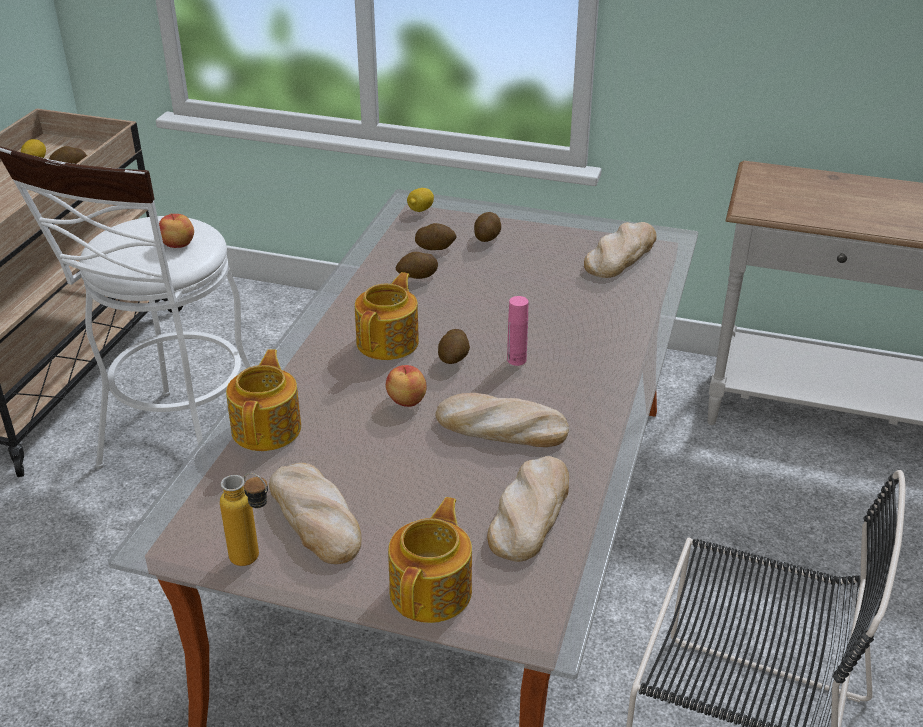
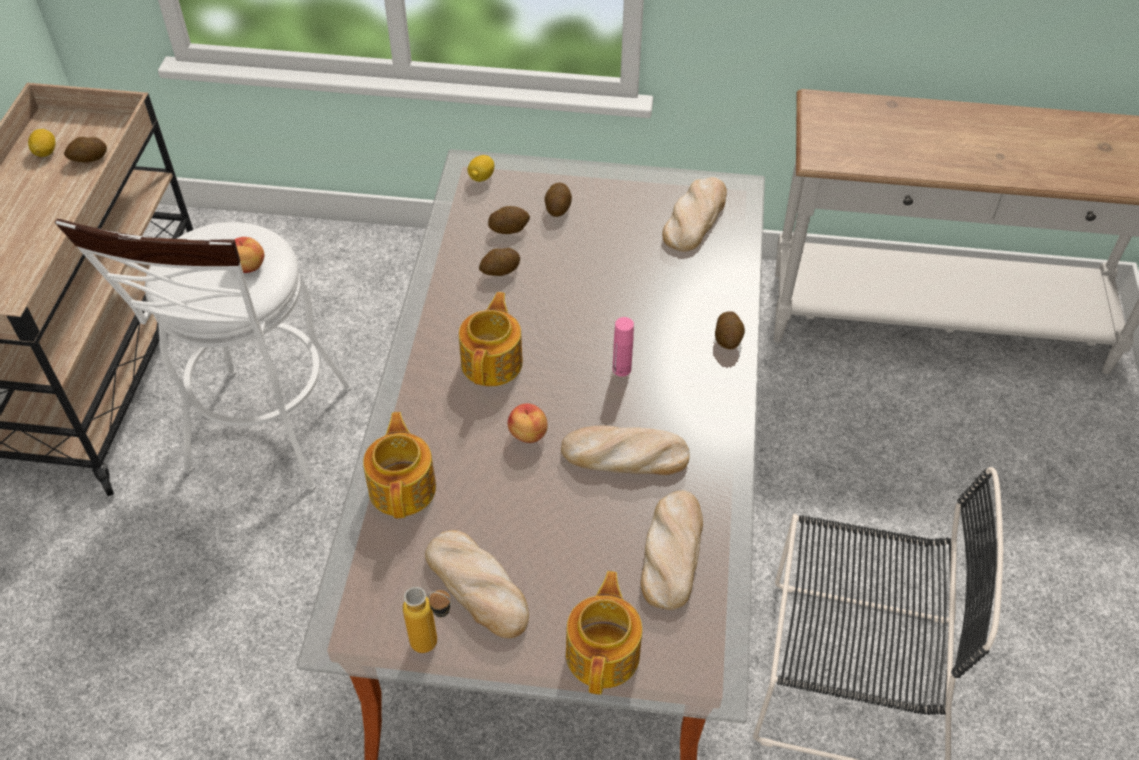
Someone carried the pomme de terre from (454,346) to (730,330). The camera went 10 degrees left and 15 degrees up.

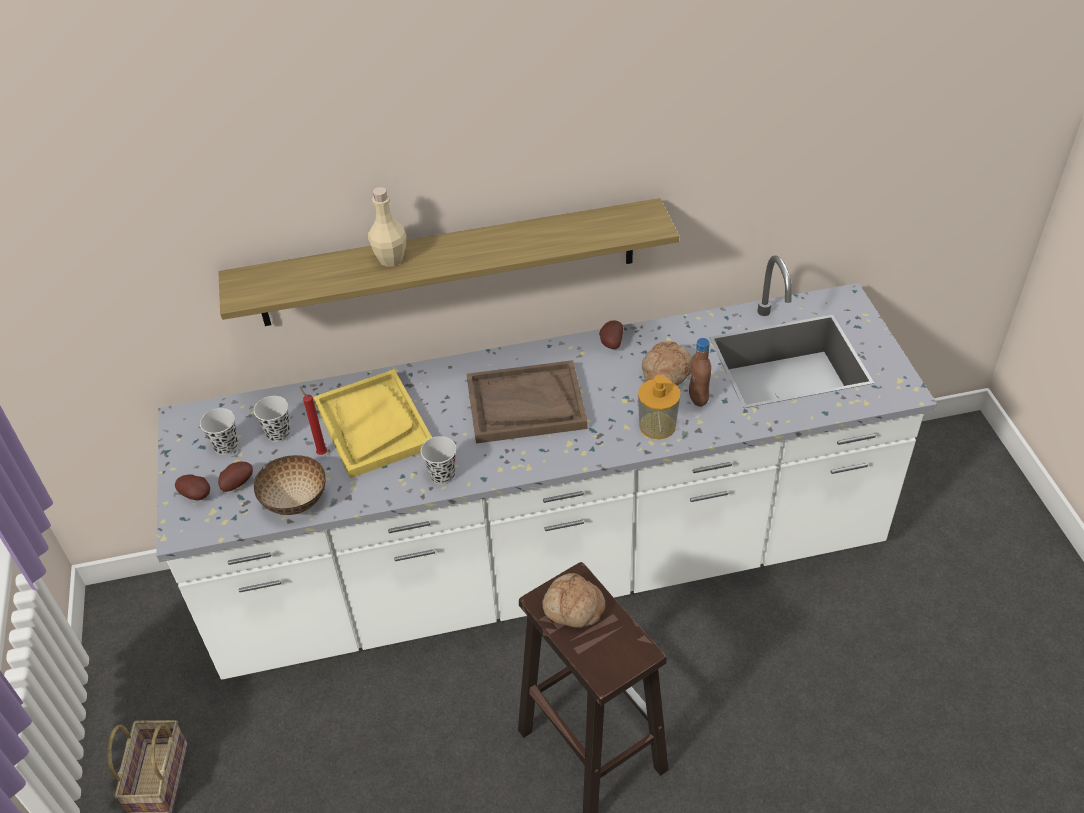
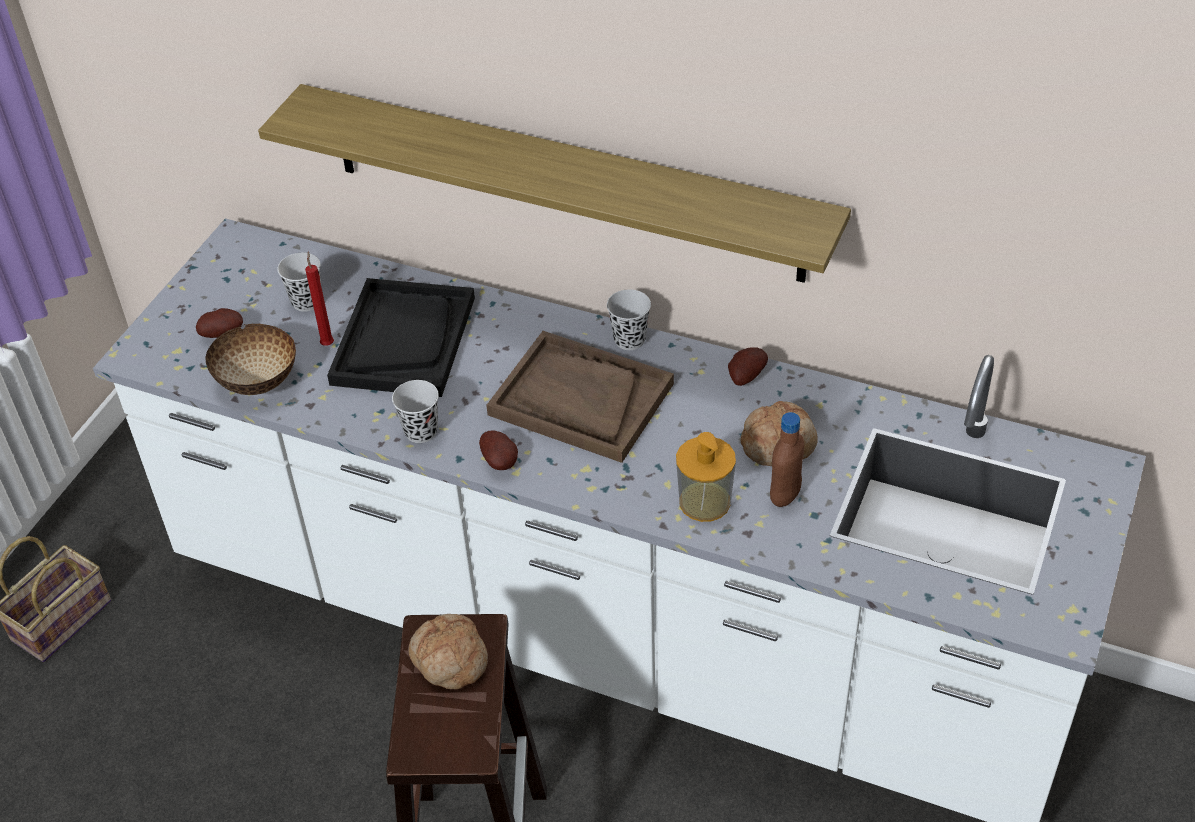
Someone repainted the plateau [jaune] at (372,423), which became the plateau [noir] at (401,337). Someone carried the pomme de terre from (192,487) to (498,450). Someone carried the tasse [noir] from (219,431) to (629,319). Someone took away the bouteille [beige] at (387,227). The camera went 35 degrees right and 0 degrees up.

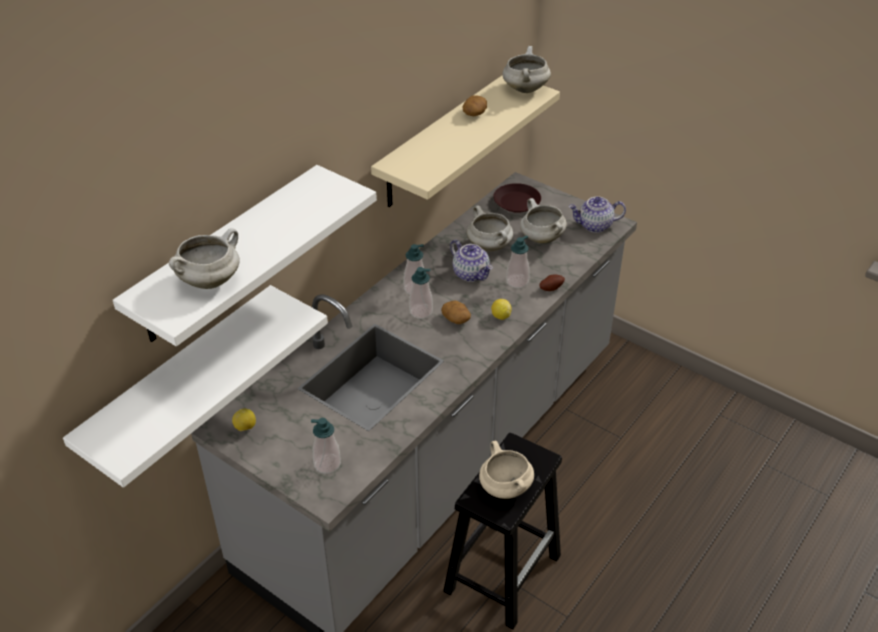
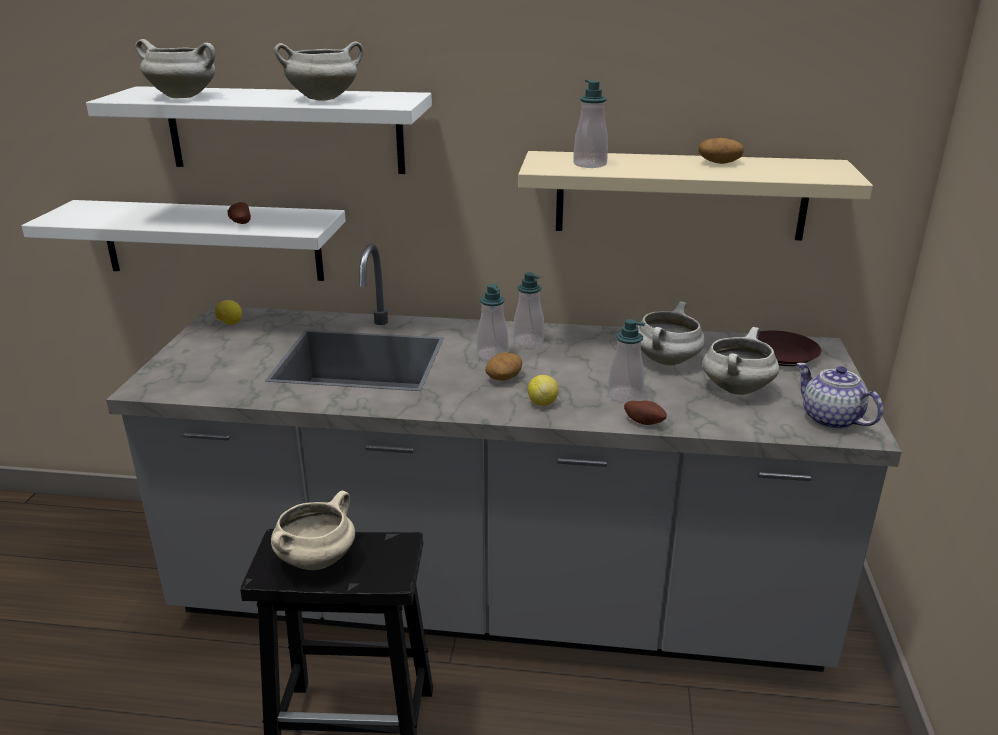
Someone put down the pomme de terre at (239,213). Someone carried the marmite [blanc] from (526,69) to (318,71). Someone carried the distributeur de savon from (326,446) to (590,124). Someone took away the théière at (471,261). The camera went 60 degrees right and 15 degrees down.

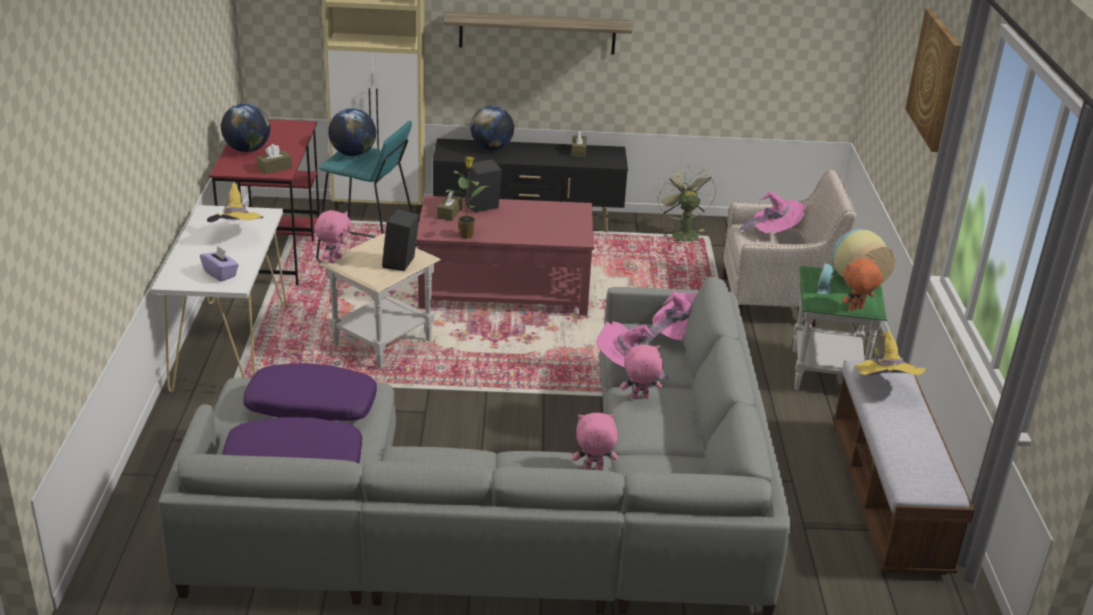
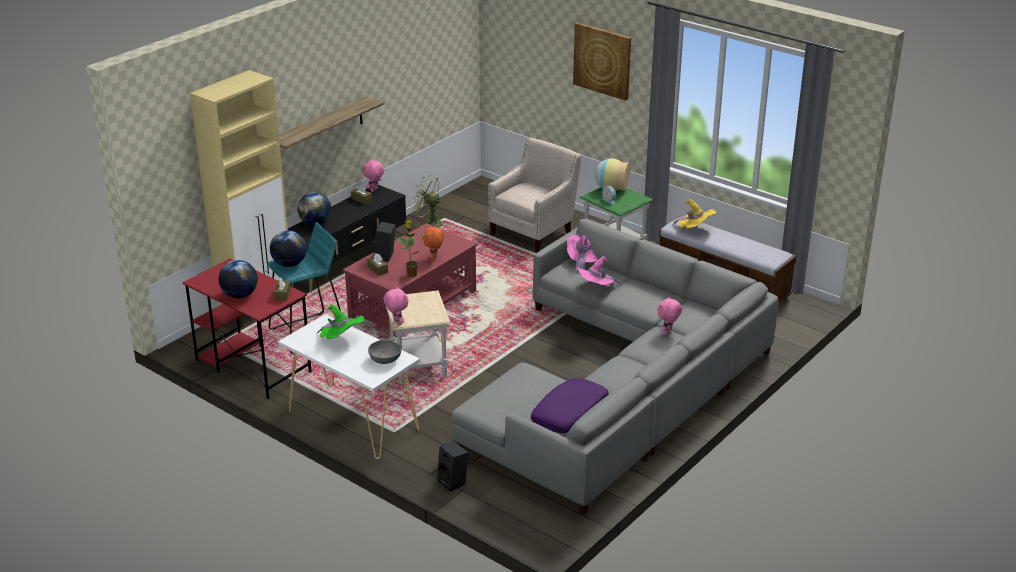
Someone repainted the chapeau [jaune] at (235,202), which became the chapeau [vert] at (340,321). Someone carried the peluche [rose] from (641,372) to (373,175). Someone swapped the boîte à mouchoirs [violet] at (219,264) for the bol [gris] at (384,352). Someone carried the peluche [orange] from (862,284) to (433,243). Someone carried the enceinte [noir] from (401,240) to (452,466). Someone took away the coussin [violet] at (310,392). Someone took away the chapeau [rose] at (773,213). The camera went 50 degrees left and 0 degrees up.

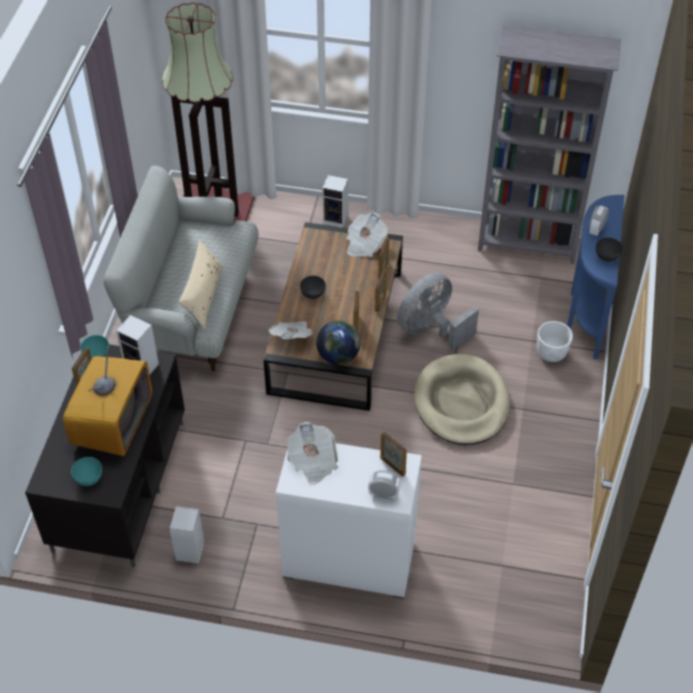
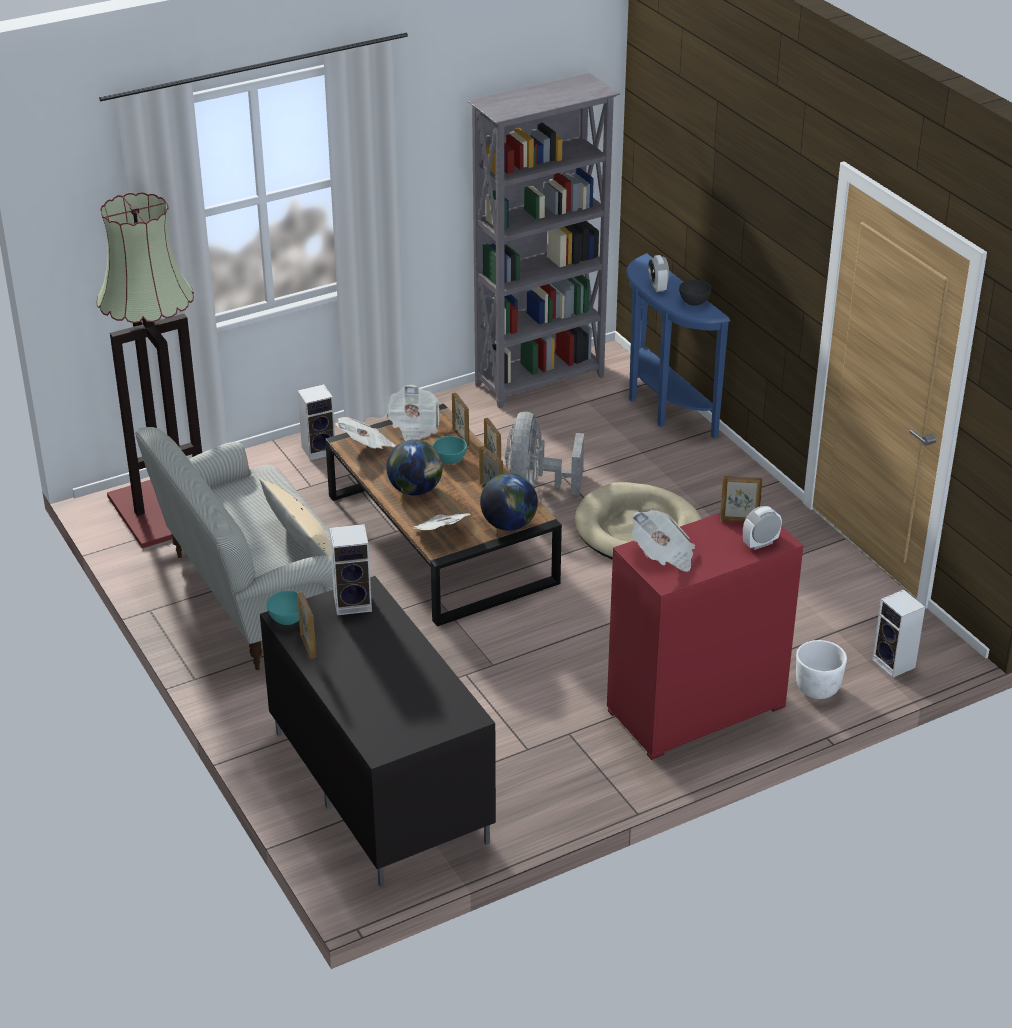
Someone put down the journal at (365,433). Someone swapped the bol [gris] at (313,287) for the globe at (414,467). Someone carried the bol [turquoise] from (86,471) to (450,450). Someone repainted the meuble de rangement [blanc] at (348,521), which became the meuble de rangement [rouge] at (705,636). Someone carried the cache-pot [blanc] from (555,341) to (821,669). Someone carried the enceinte from (186,535) to (898,634). Someone took away the téléviseur at (107,401). The camera went 40 degrees left and 15 degrees down.

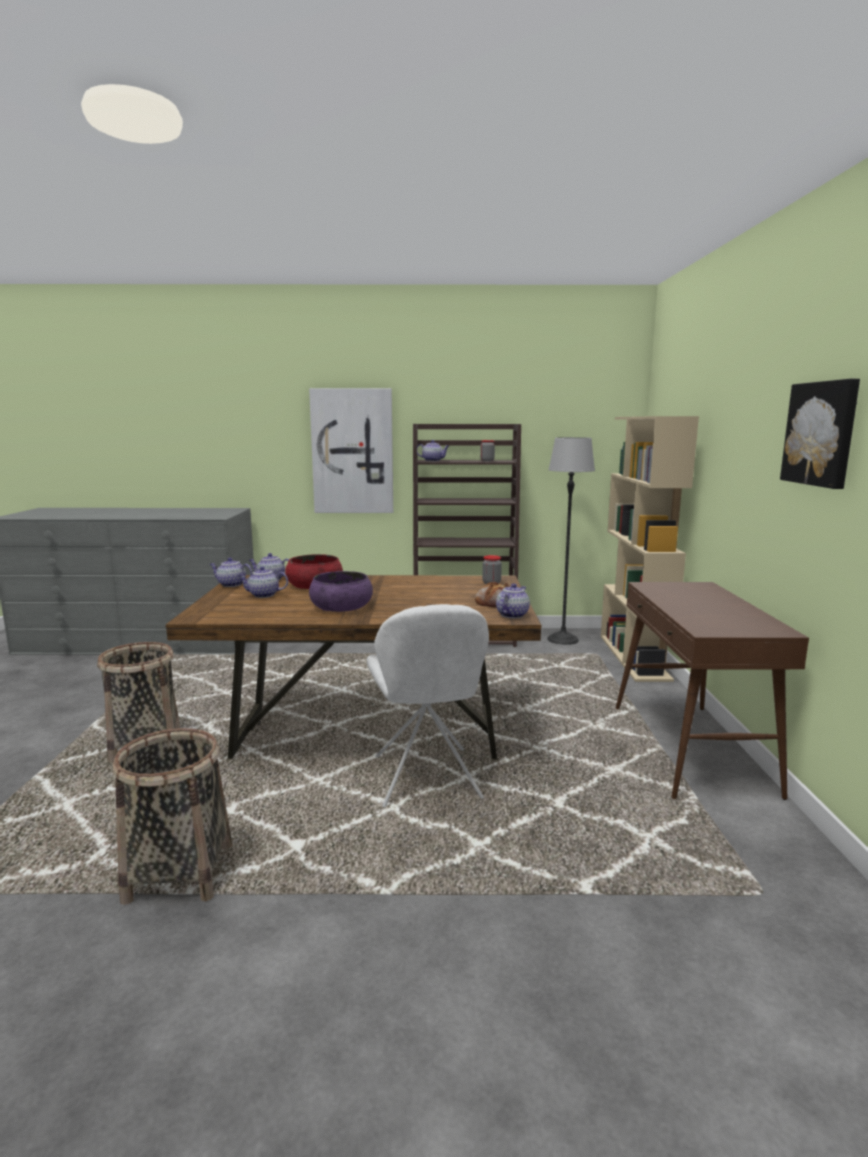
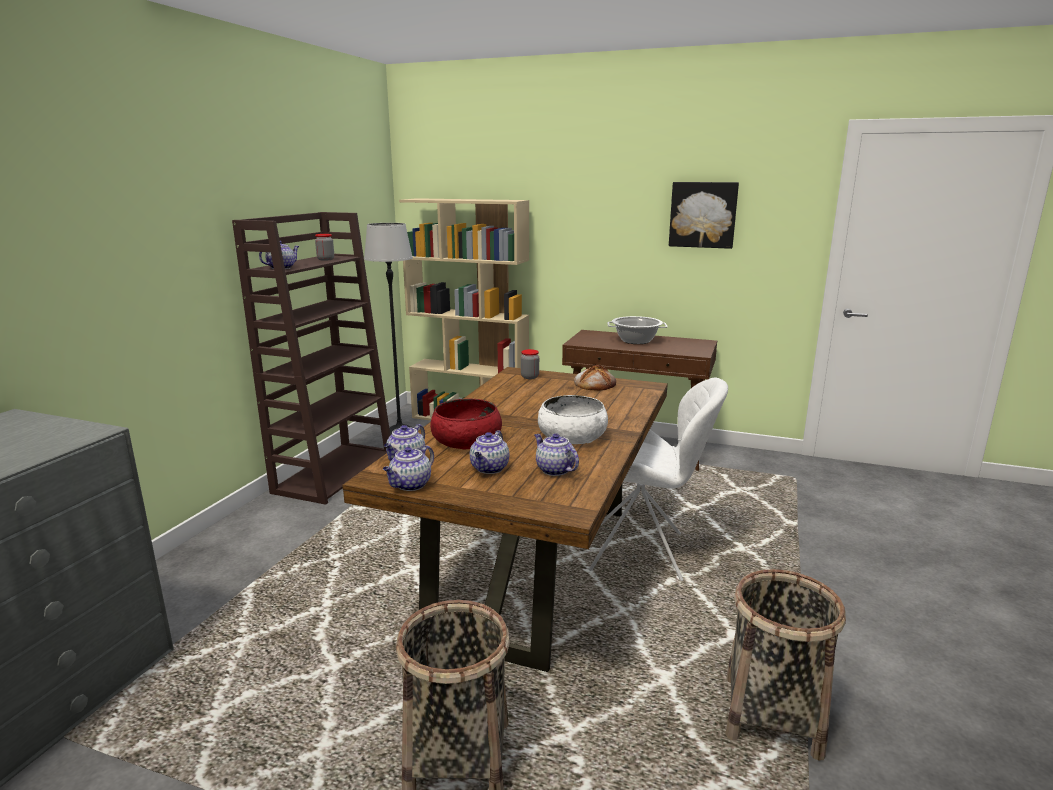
Someone carried the théière from (513,600) to (556,454). Someone repainted the bol [violet] at (341,591), which became the bol [blanc] at (573,419). Someone put down the marmite at (637,330). Someone took away the tableau at (351,450). The camera went 70 degrees left and 5 degrees up.

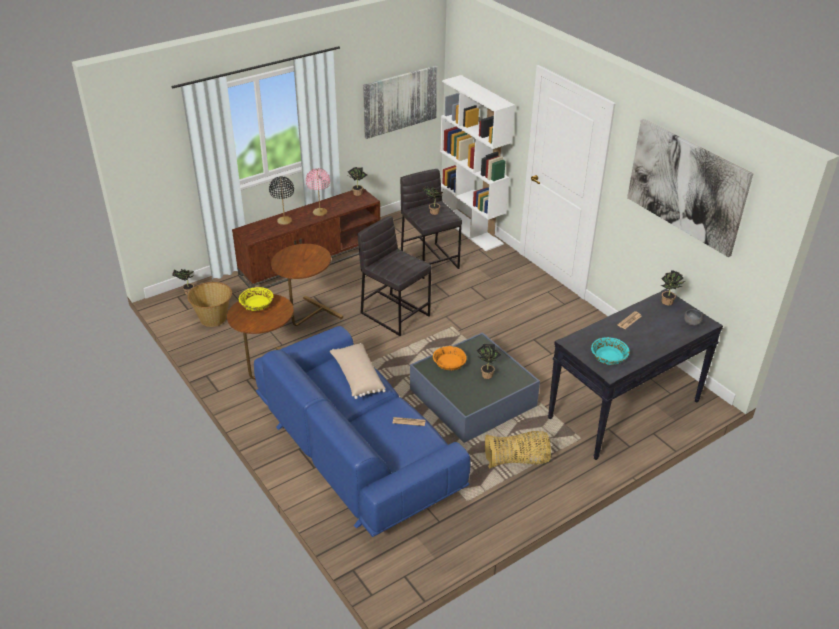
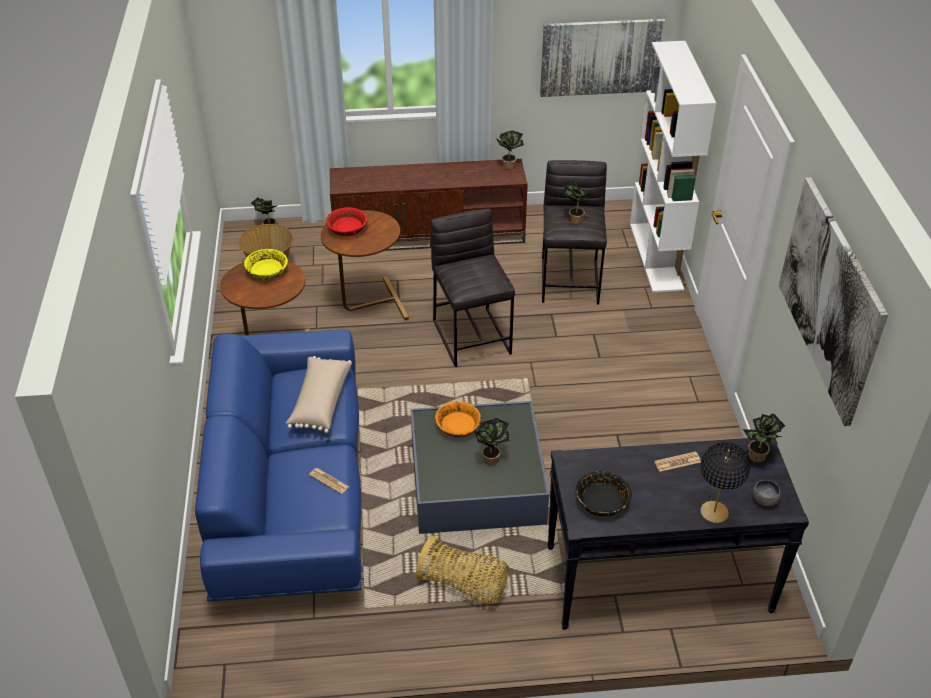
Someone put down the bol [rouge] at (346,221). Someone repainted the bol [turquoise] at (610,351), which became the bol [noir] at (603,493). Someone carried the lampe de table [noir] from (281,200) to (725,483). Someone took away the lampe de table [rose] at (318,192). The camera went 30 degrees right and 5 degrees up.

